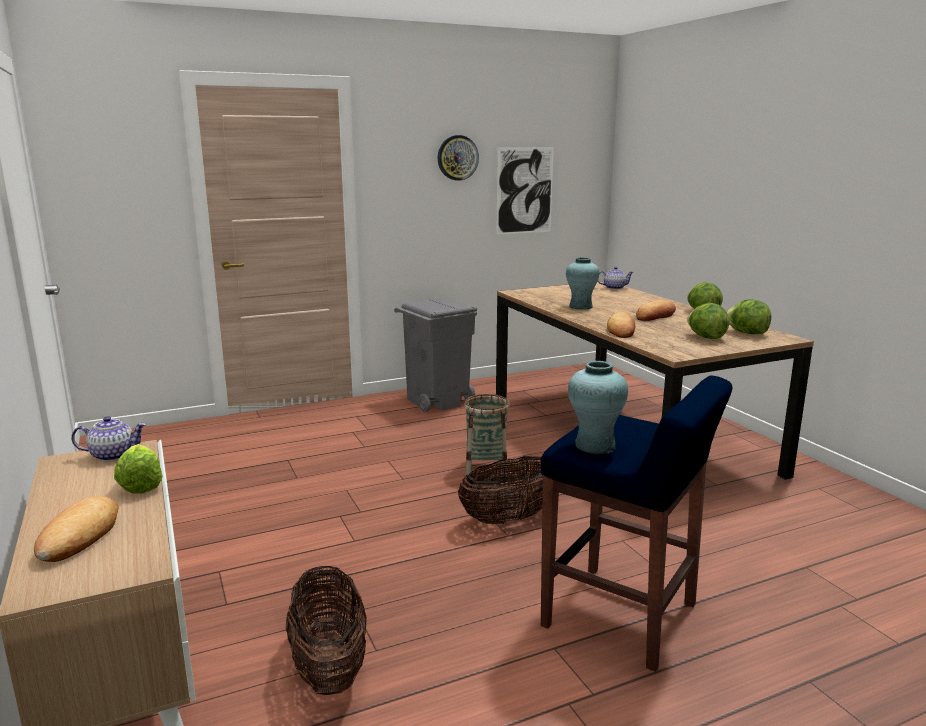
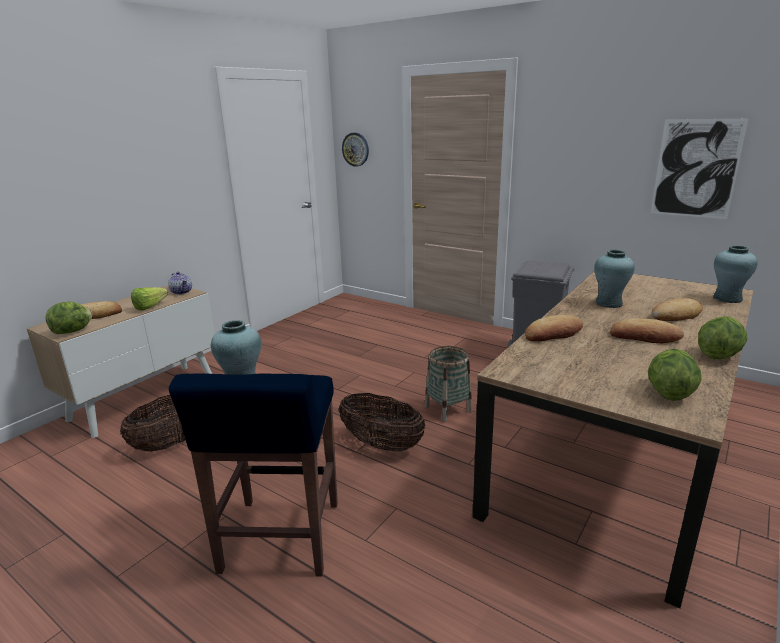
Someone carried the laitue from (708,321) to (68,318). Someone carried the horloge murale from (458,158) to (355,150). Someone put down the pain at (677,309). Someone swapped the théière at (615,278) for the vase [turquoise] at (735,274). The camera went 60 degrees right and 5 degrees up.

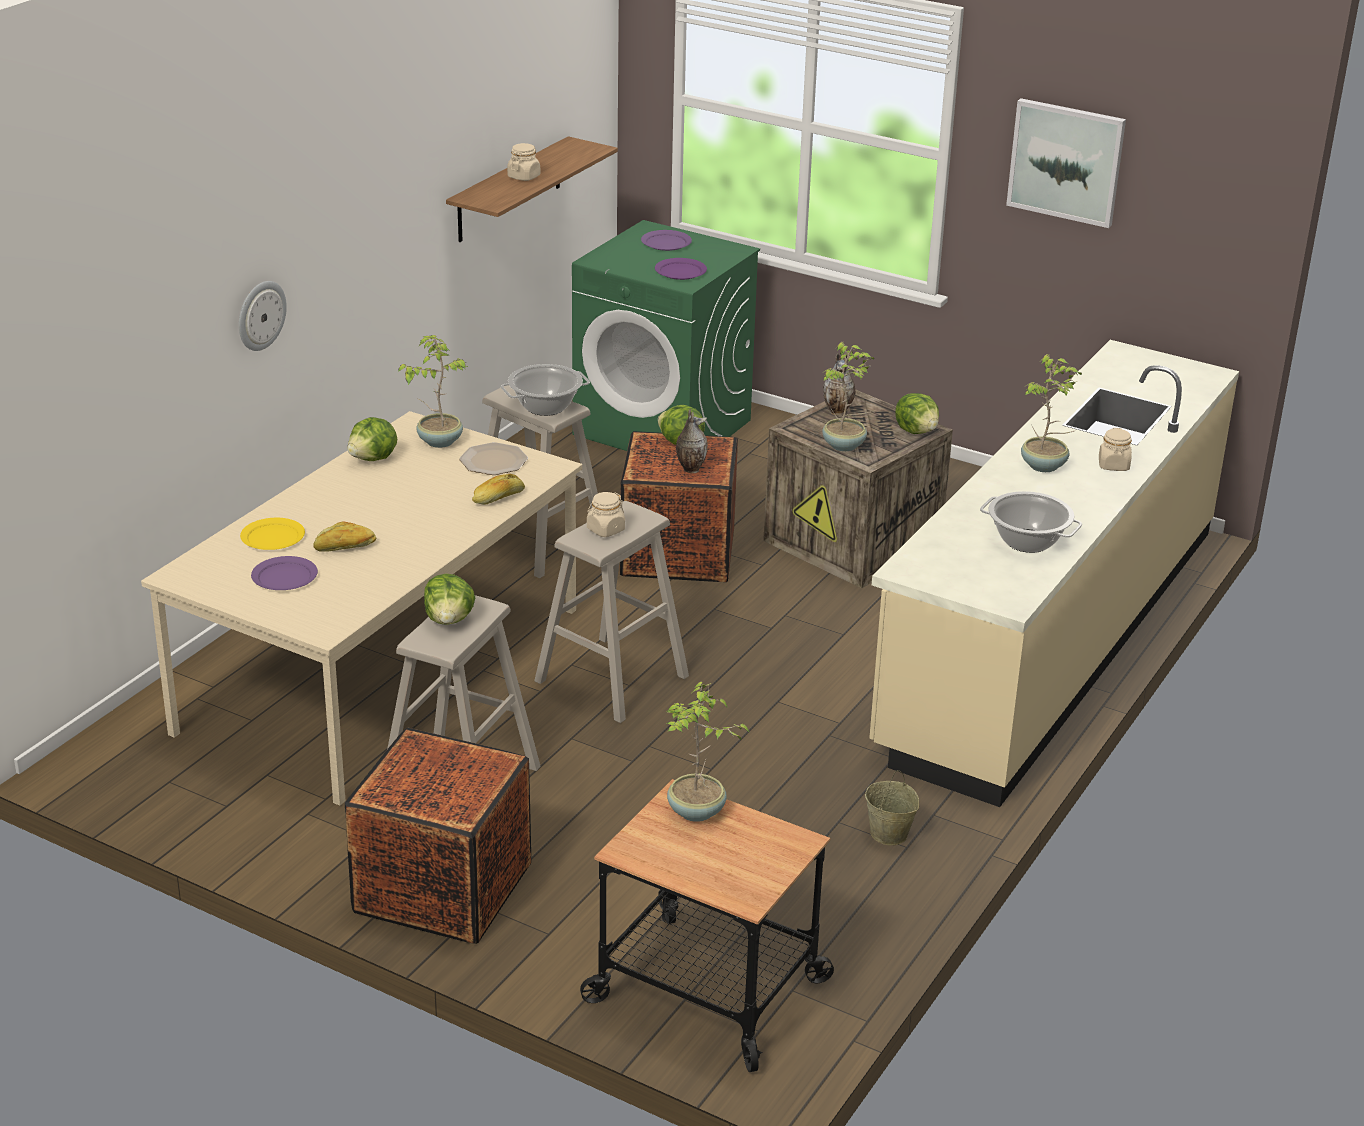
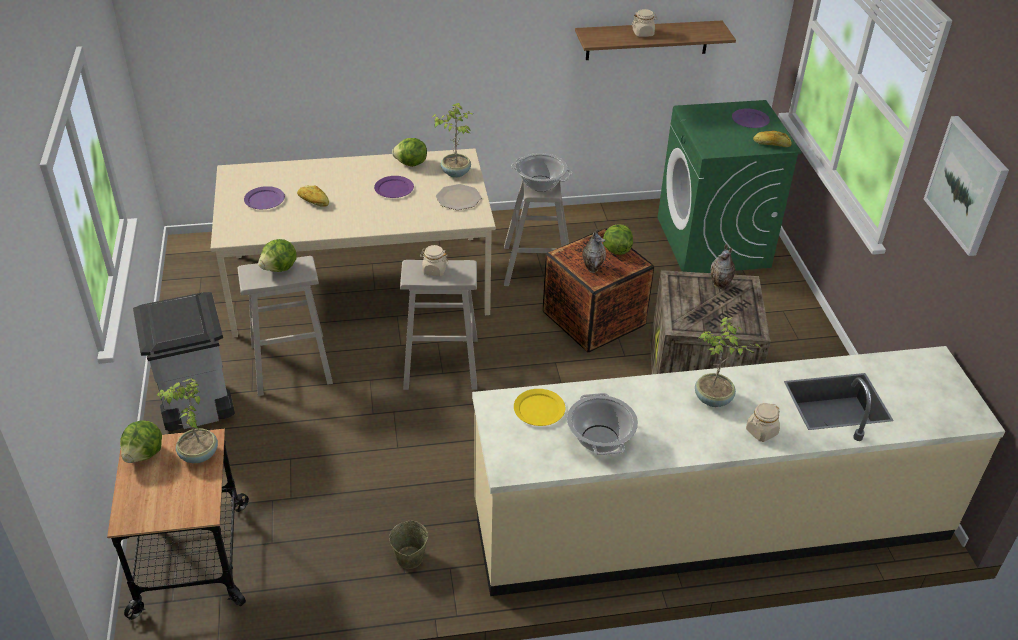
Someone carried the laitue from (917,413) to (141,441). Someone swapped the caisse at (438,836) for the poubelle [gris] at (184,361). Someone carried the assiette [violet] from (681,269) to (394,187). Someone carried the assiette [jaune] from (272,534) to (539,407). Someone carried the pain from (498,489) to (772,139). Someone took away the horloge murale at (263,316). Someone took away the plante en pot at (847,396). The camera went 50 degrees right and 10 degrees up.

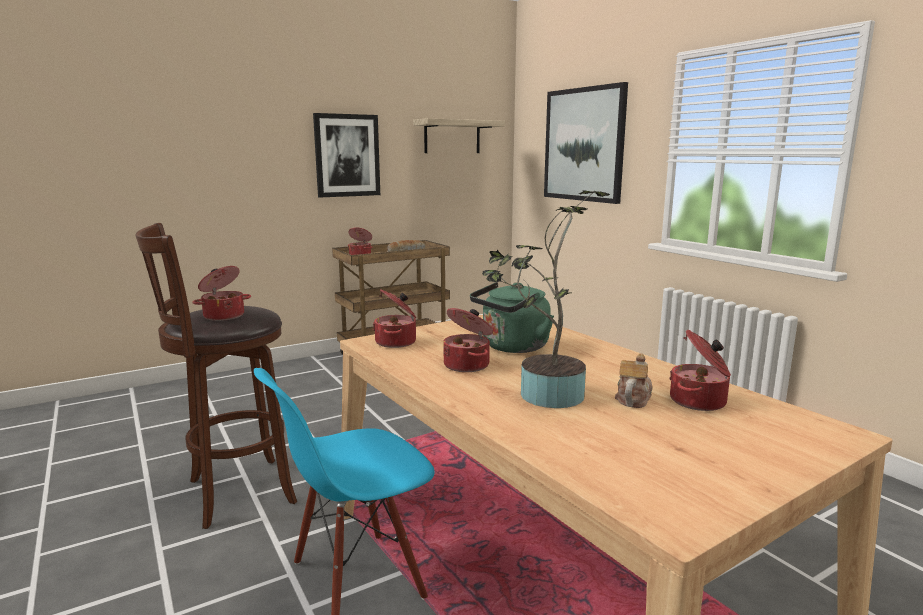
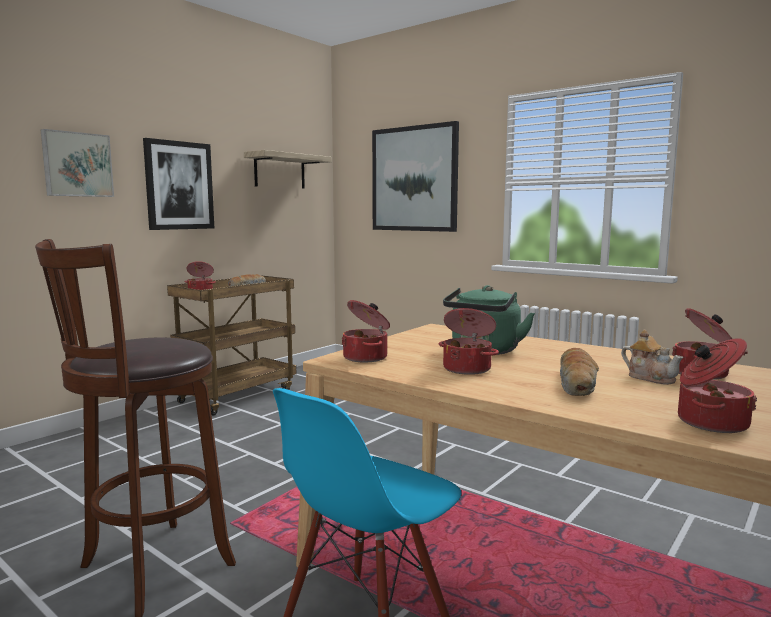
Someone put up the tableau at (77,163). Someone swapped the plante en pot at (546,299) for the pain at (579,372). Someone rotated the théière at (634,380) by 135 degrees clockwise. Someone carried the marmite from (221,293) to (717,385). The camera went 20 degrees left and 5 degrees down.

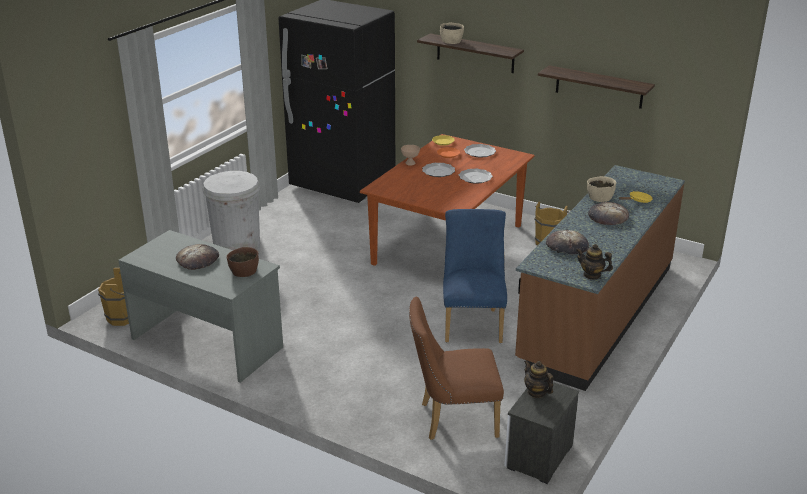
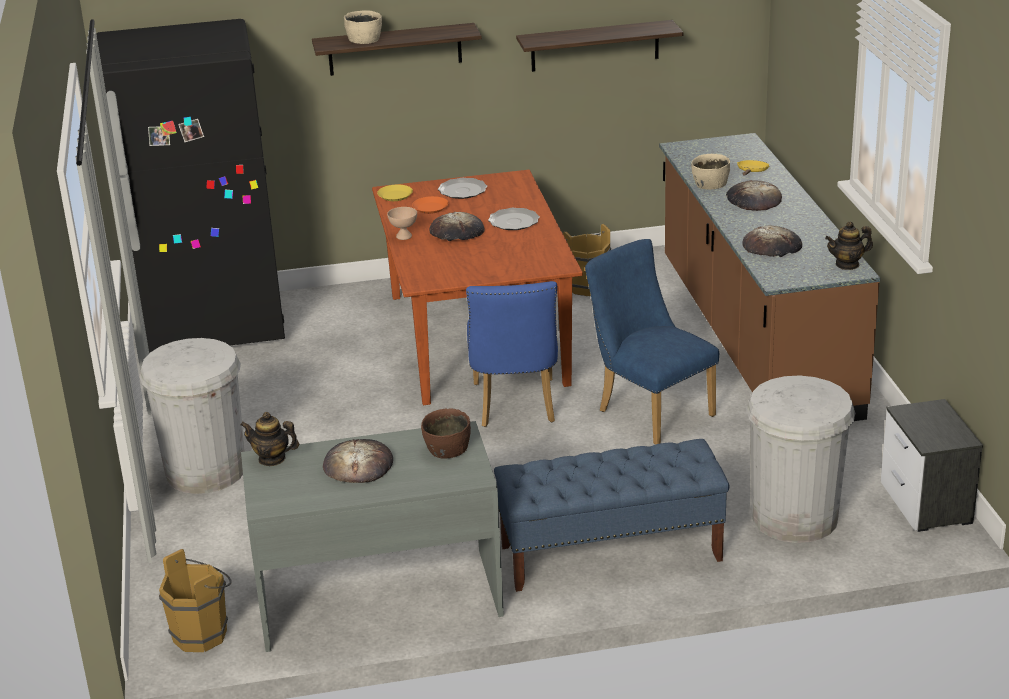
Someone carried the théière from (539,379) to (269,439). Someone swapped the assiette at (438,170) for the pain at (457,226). Someone put down the chaise [bleu] at (512,354). Someone put down the banc [bleu] at (612,515). Someone swapped the chaise [marron] at (456,368) for the poubelle [blanc] at (800,459). The camera went 40 degrees left and 0 degrees up.

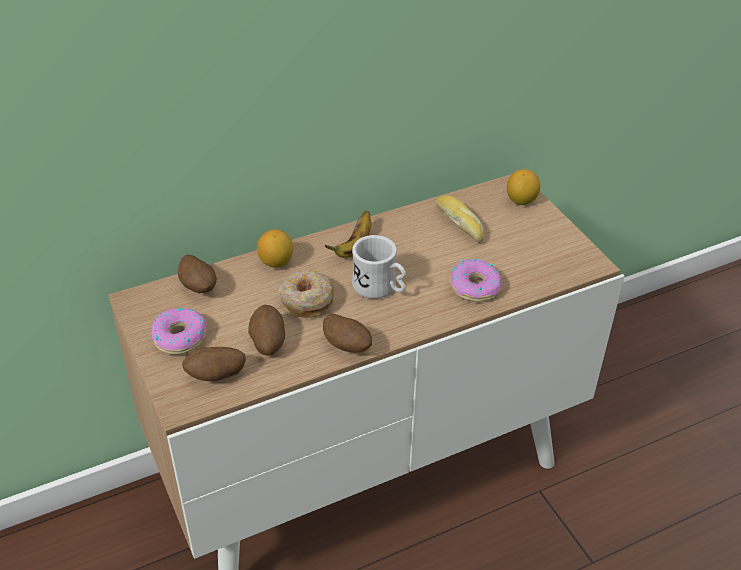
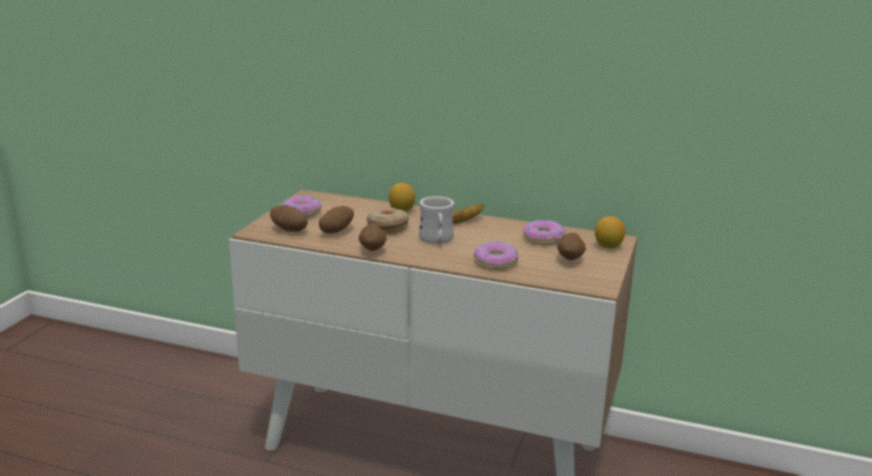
Someone swapped the pain at (460,219) for the beignet at (544,232). Someone carried the pomme de terre from (197,274) to (571,247). The camera went 45 degrees right and 20 degrees down.

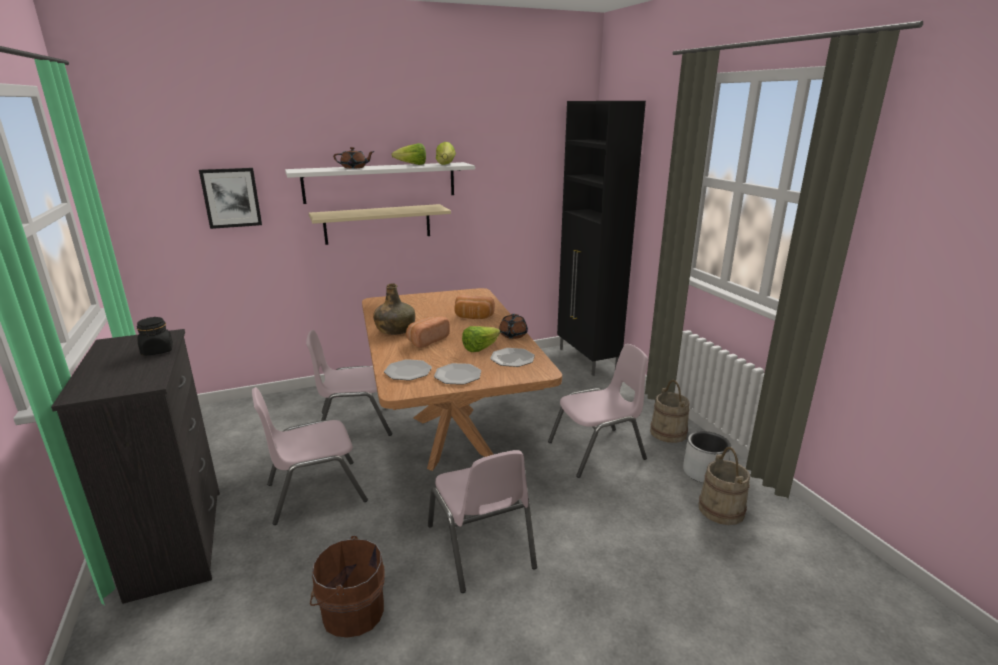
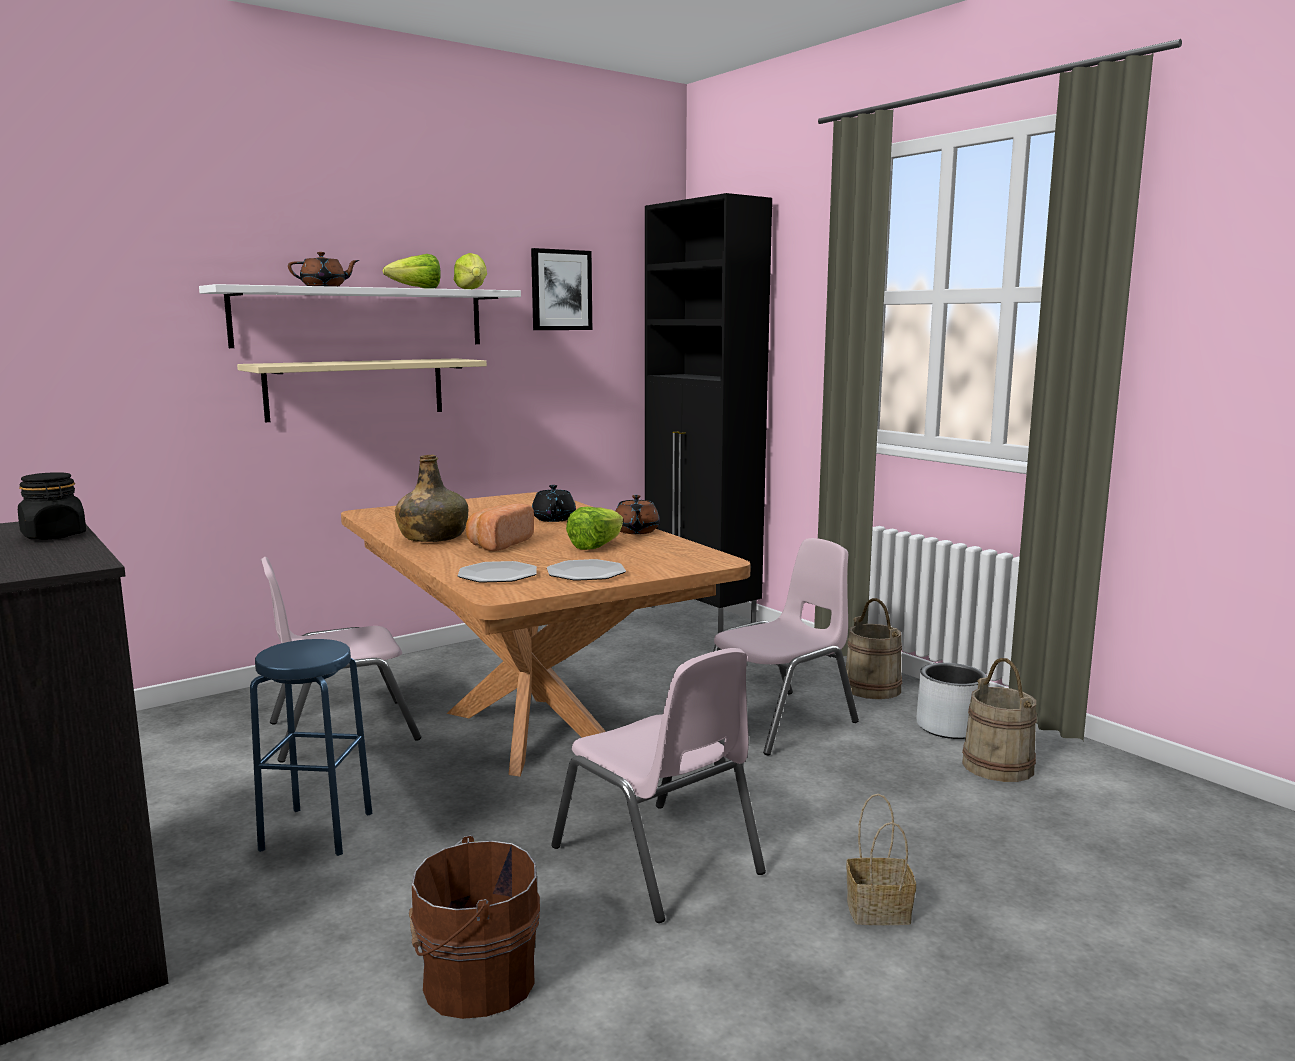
Someone swapped the chaise [rose] at (310,456) for the tabouret [bleu] at (311,747). Someone carried the tableau from (230,198) to (561,289). Someone swapped the pain at (474,307) for the théière [noir] at (554,503). Someone put down the panier at (881,859). Someone took away the assiette at (512,357). The camera went 15 degrees left and 10 degrees down.

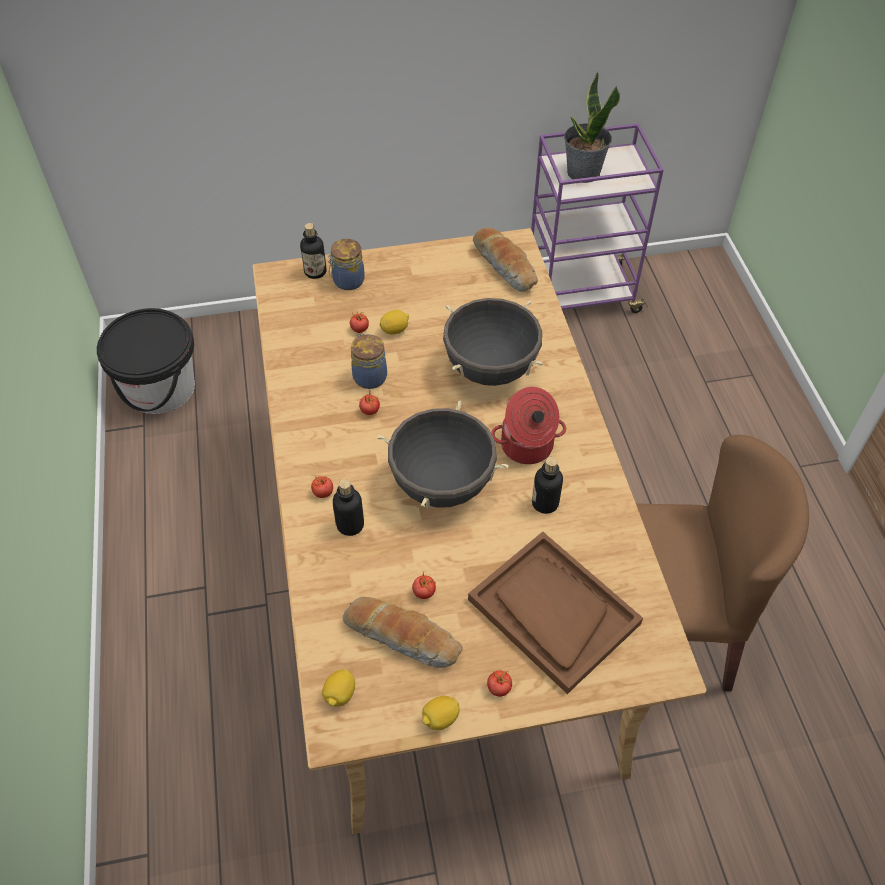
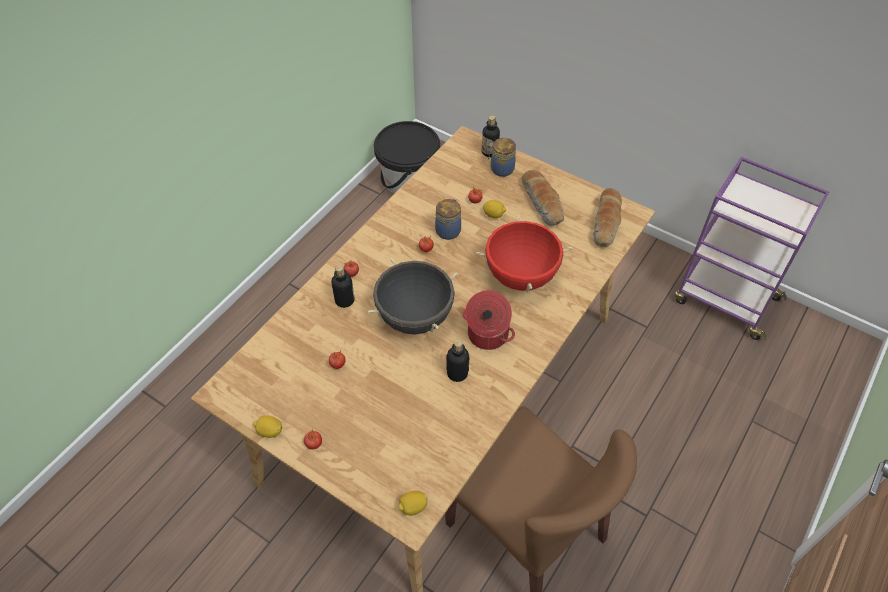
Someone carried the citron from (338,688) to (412,503). Someone repainted the marmite [noir] at (493,342), which became the marmite [rouge] at (524,254). Someone carried the pain from (403,632) to (542,198). Someone took away the plateau [marron] at (555,613). Someone took away the plante en pot at (592,127). The camera went 45 degrees right and 0 degrees up.

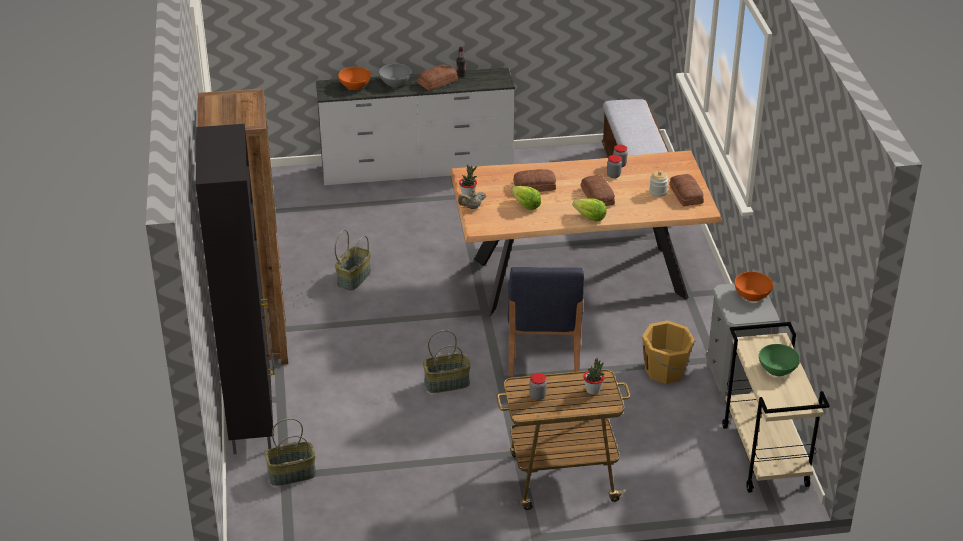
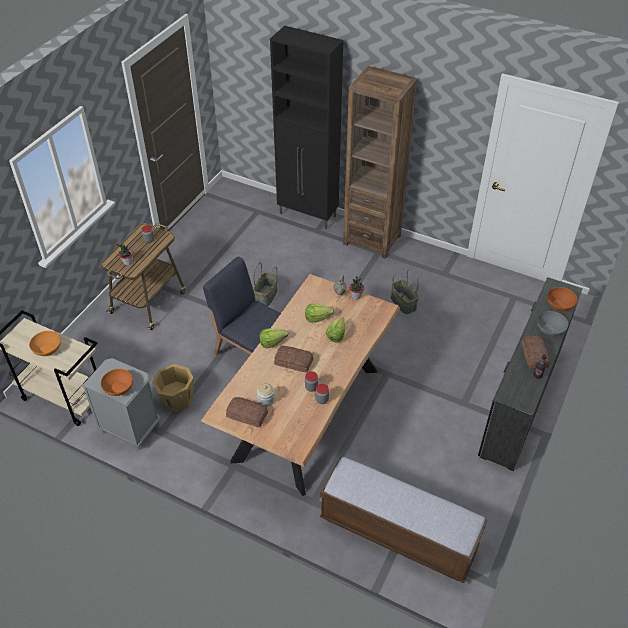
Someone repainted the bol [vert] at (779,360), which became the bol [orange] at (45,343). Someone swapped the pain at (534,180) for the laitue at (335,329). Someone repainted the commode [blanc] at (415,126), which became the commode [noir] at (530,374). Someone took away the panier at (290,452). The camera went 125 degrees right and 10 degrees up.

